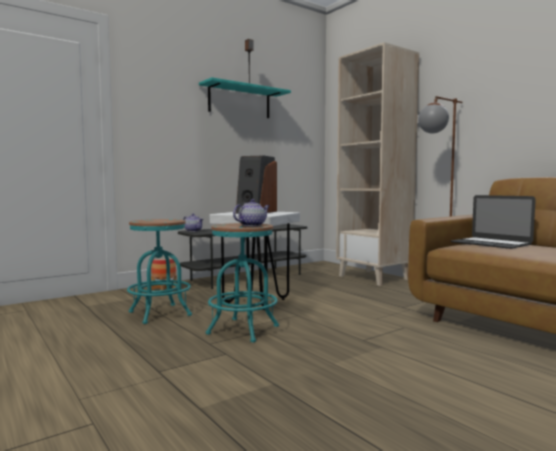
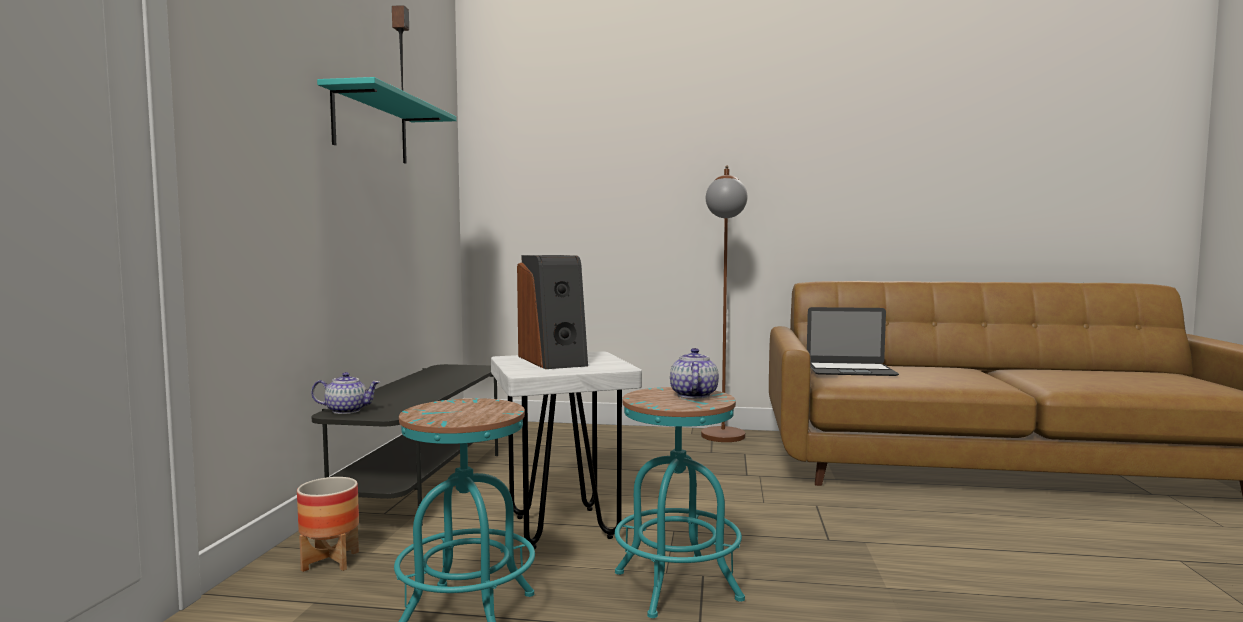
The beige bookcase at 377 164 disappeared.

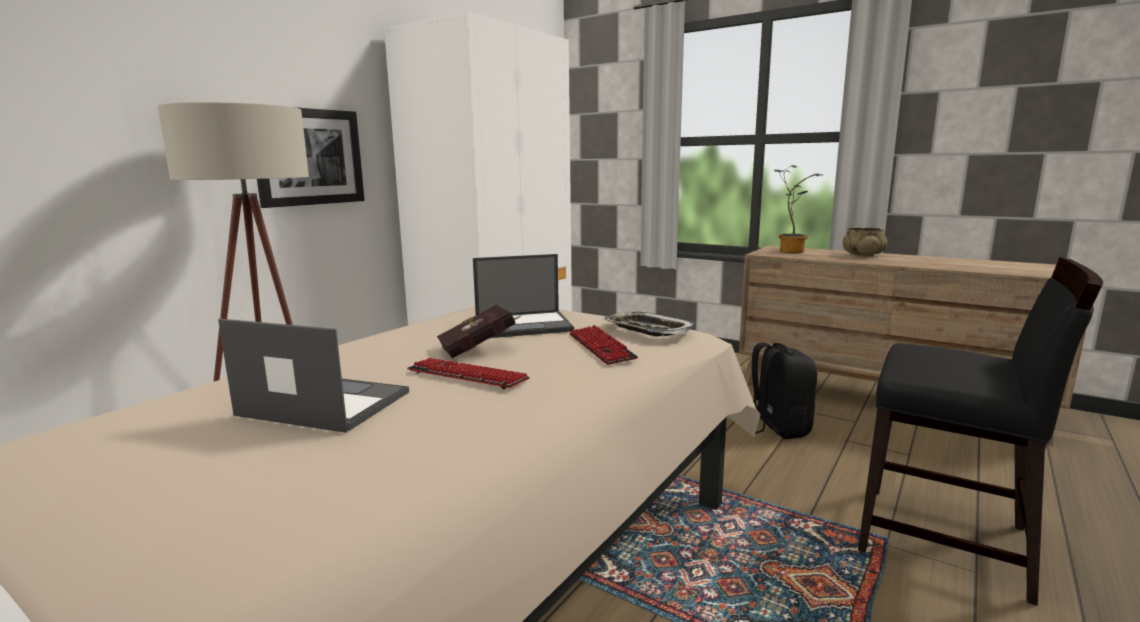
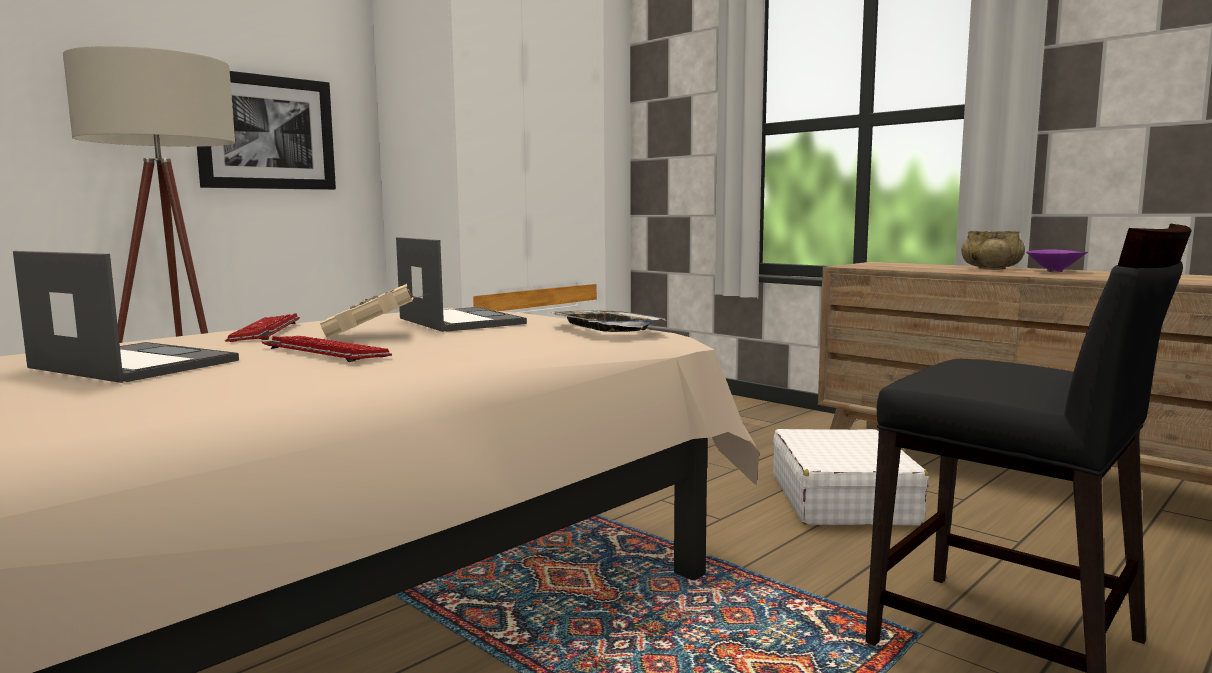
The red volume at 479 331 became the beige volume at 373 311. The laptop at 523 296 turned 120 degrees counterclockwise. The computer keyboard moved from 603 345 to 262 327. The black rucksack at 784 391 was replaced by the white-coloured piece of luggage at 851 477. The houseplant at 798 209 disappeared. The purplish deep dish at 1057 260 appeared.

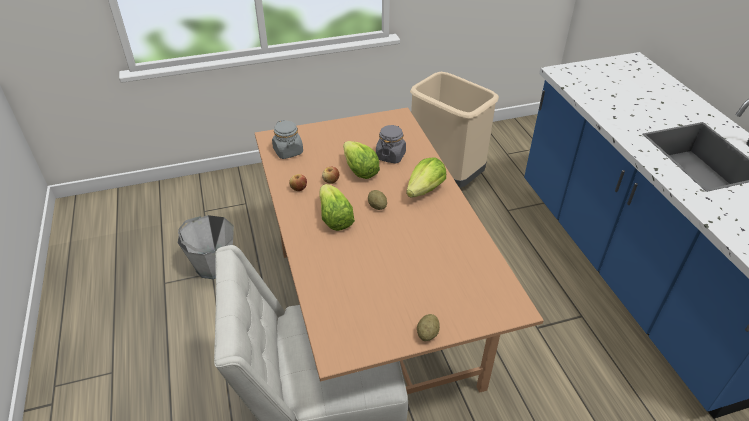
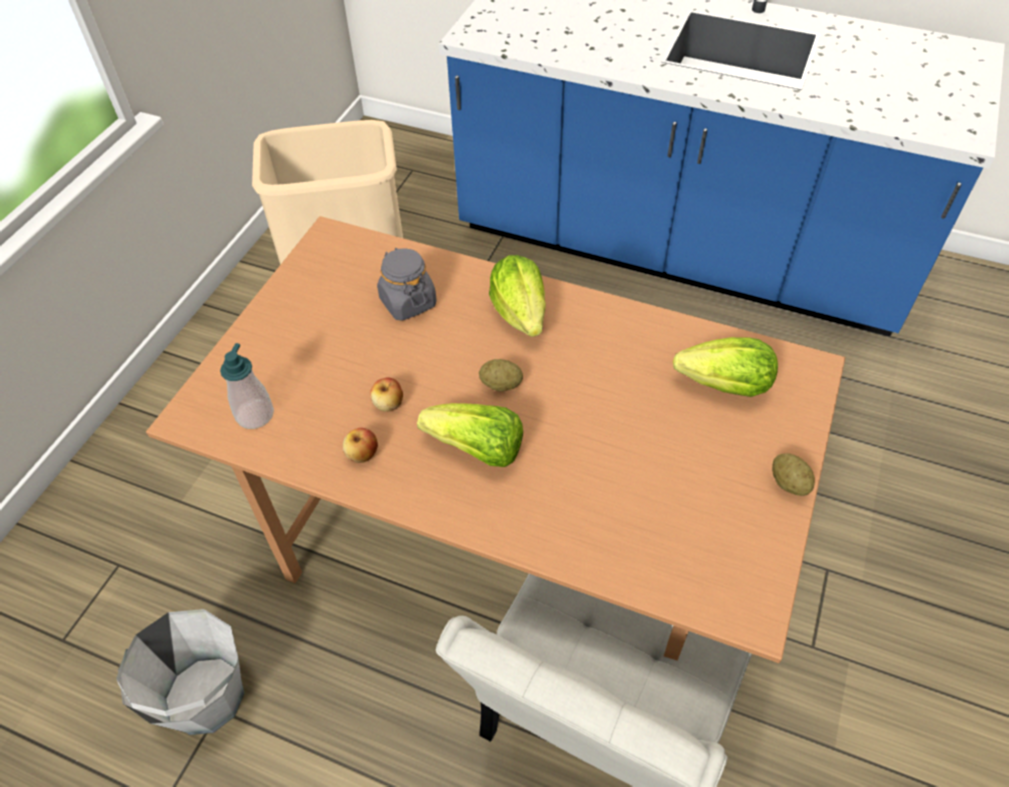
The grey jar at 287 139 was replaced by the liquid soap bottle at 247 386. The head of lettuce moved from 361 160 to 725 367.

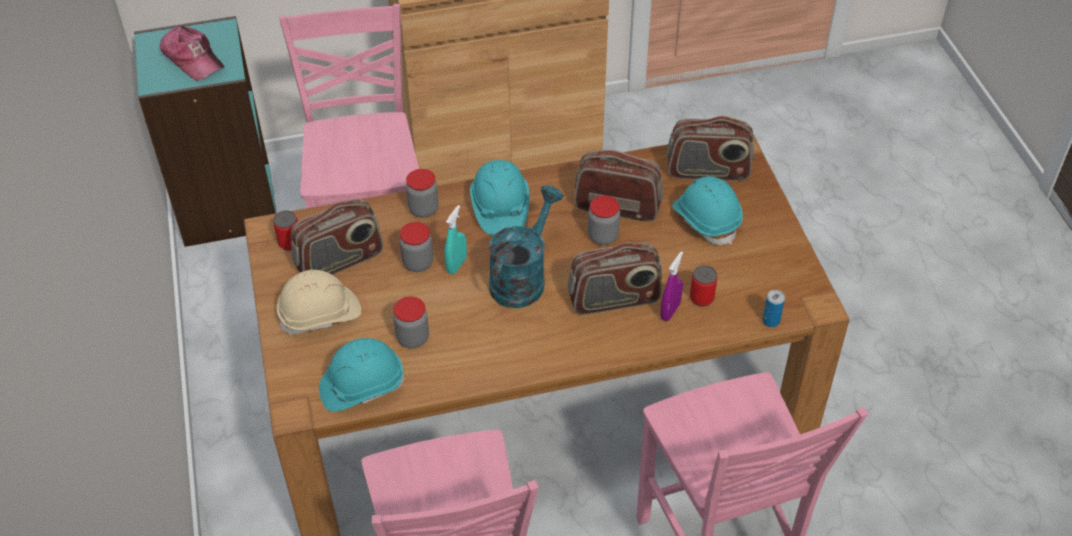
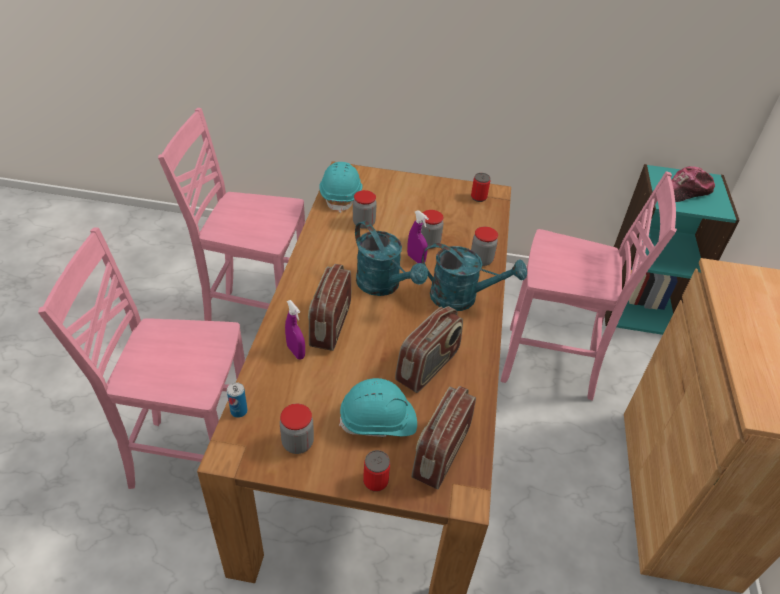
The beige work helmet at 319 302 disappeared. The radio at 337 237 disappeared. The turquoise spray bottle at 455 239 became the purplish spray bottle at 418 236. The turquoise work helmet at 499 198 was replaced by the turquoise watering can at 474 277. The jar moved from 604 220 to 297 429. The sealed can moved from 703 286 to 376 471.

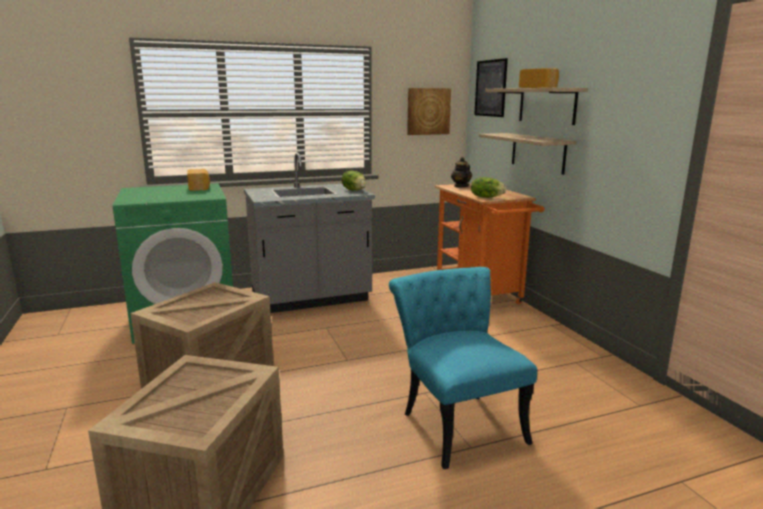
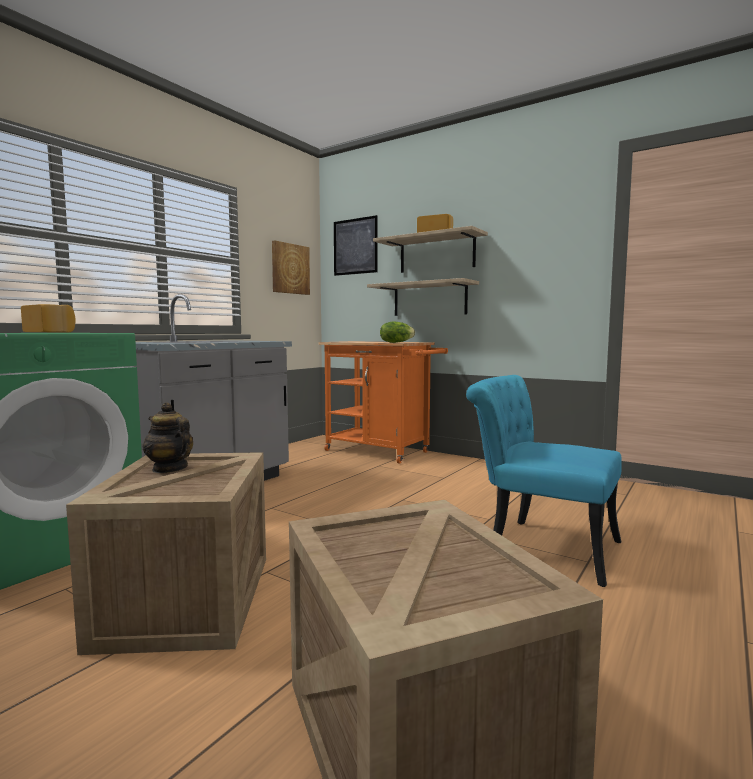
The head of lettuce at 354 180 disappeared. The teapot moved from 461 172 to 167 437.

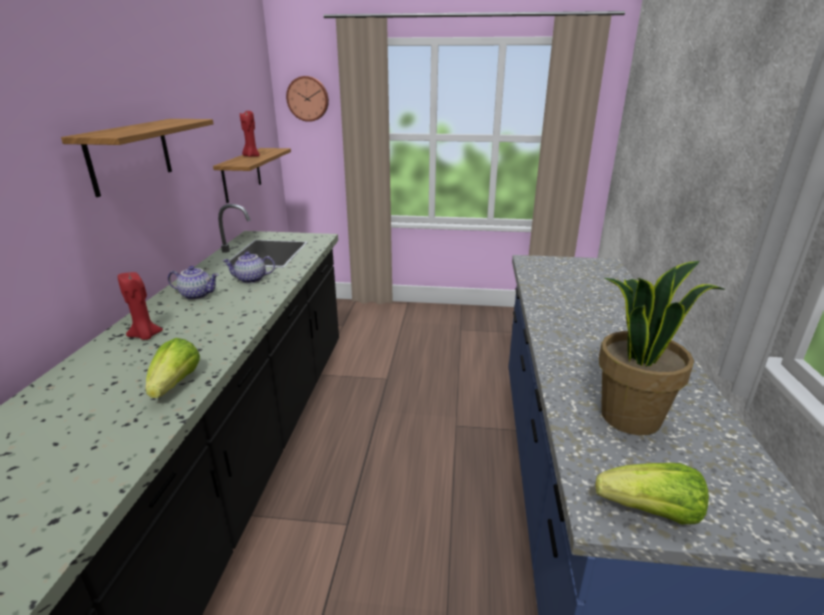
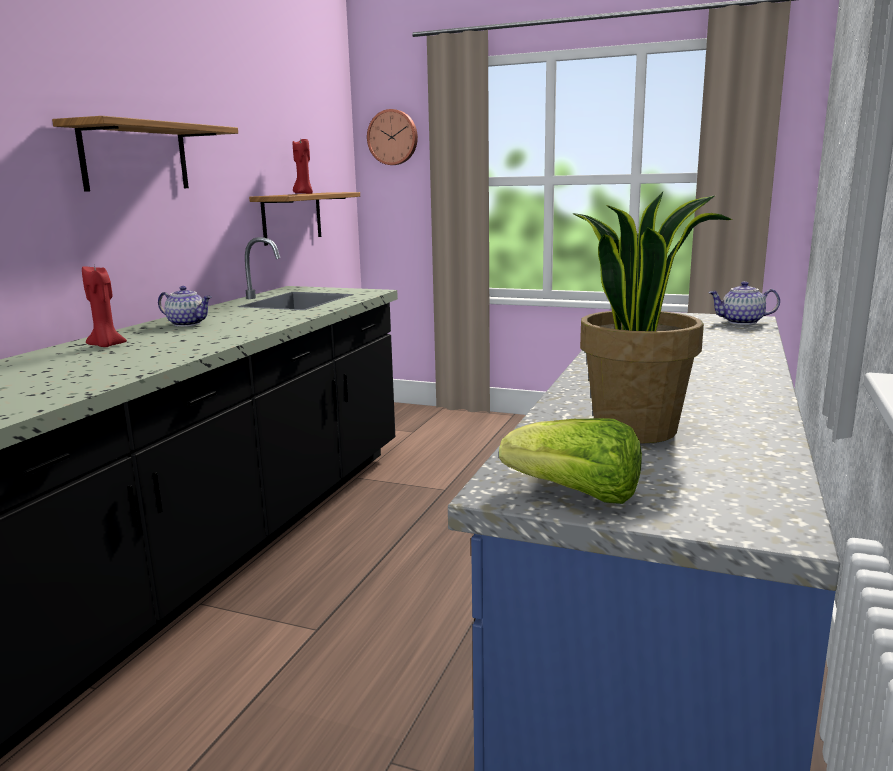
The head of lettuce at 172 368 disappeared. The teapot moved from 248 268 to 744 303.

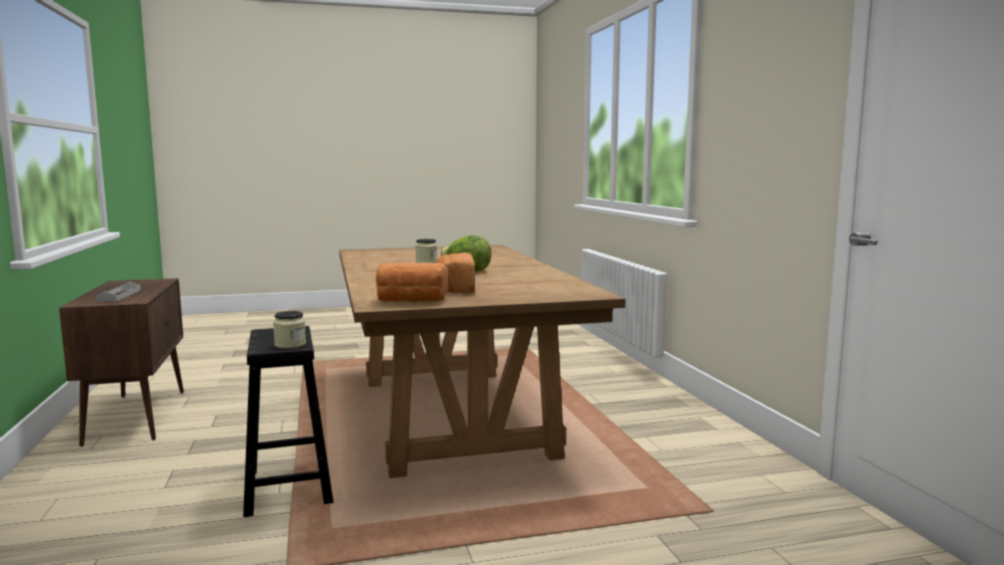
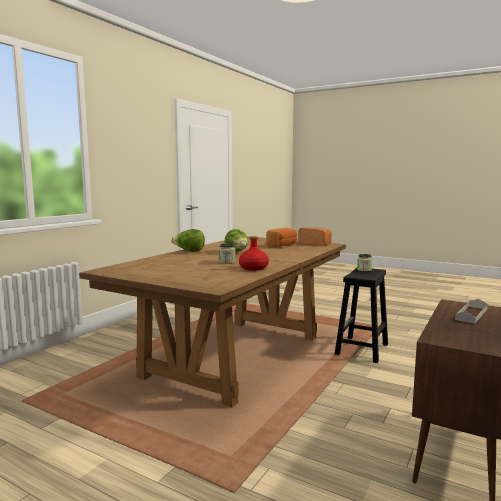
The head of lettuce at 188 240 appeared. The red drink bottle at 254 253 appeared.

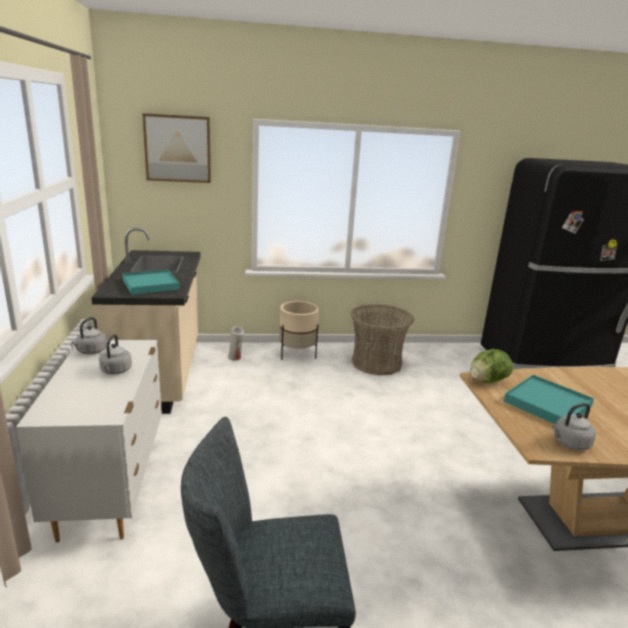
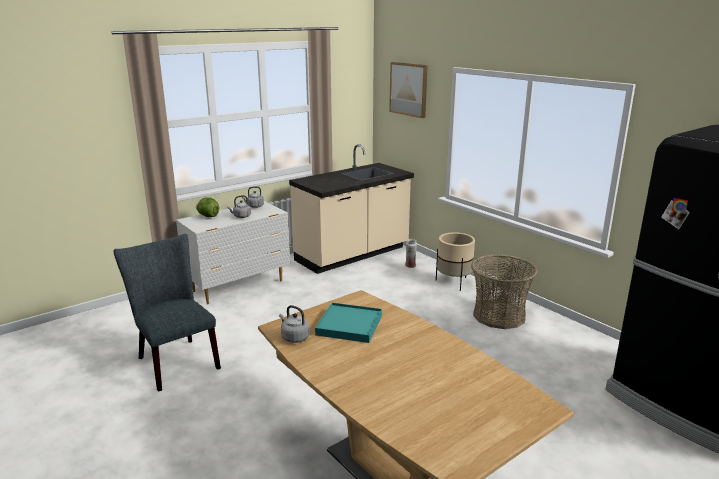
The turquoise carrying tray at 151 282 disappeared. The head of lettuce moved from 491 366 to 207 207.

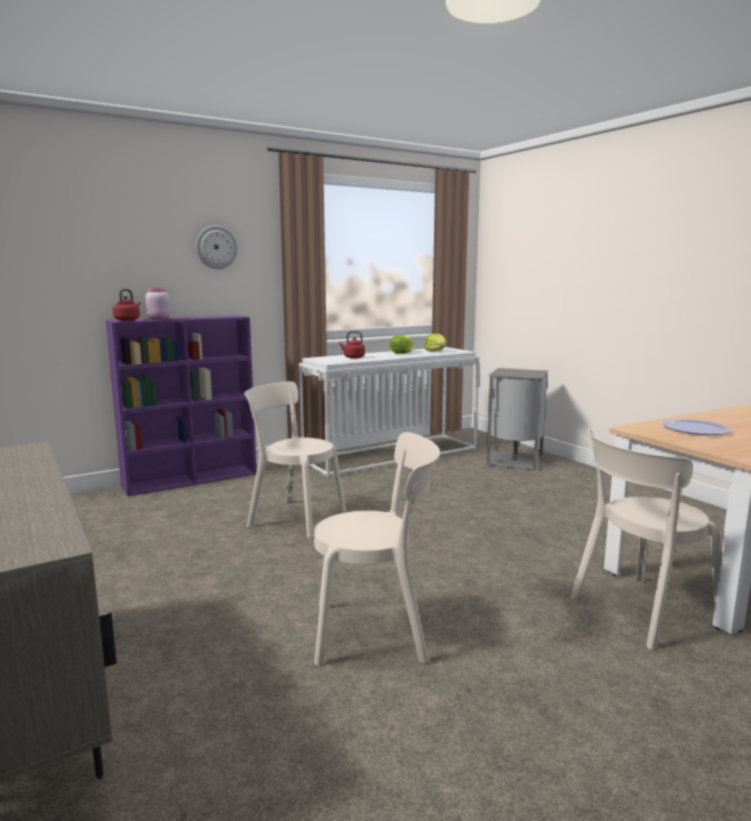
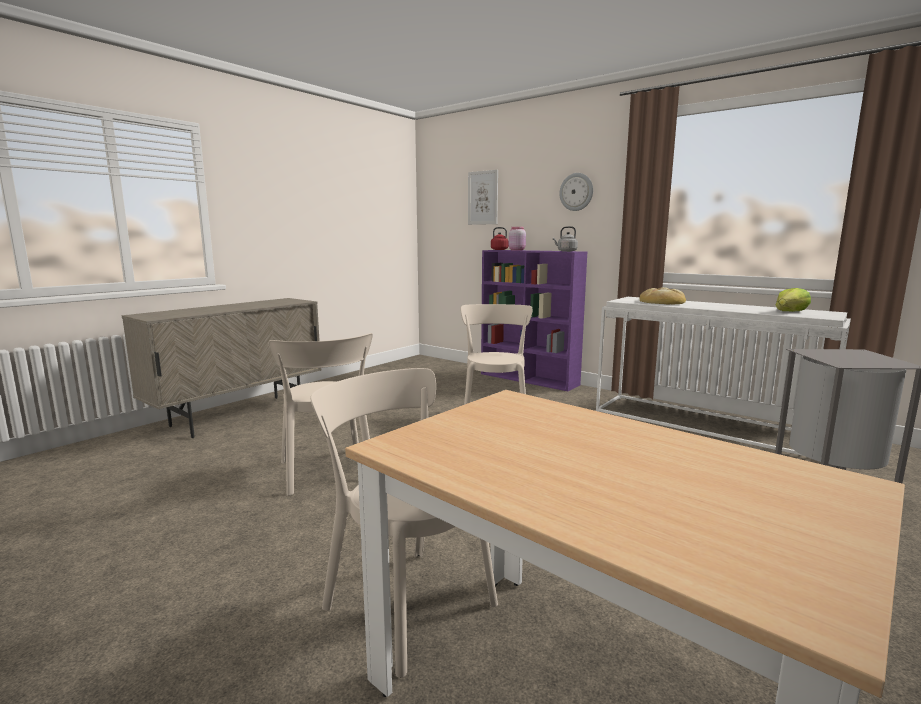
The red tea kettle at 352 345 was replaced by the baked bread at 663 295. The head of lettuce at 402 344 disappeared. The plate at 697 427 disappeared. The wall picture at 483 197 appeared. The grey tea kettle at 565 239 appeared.

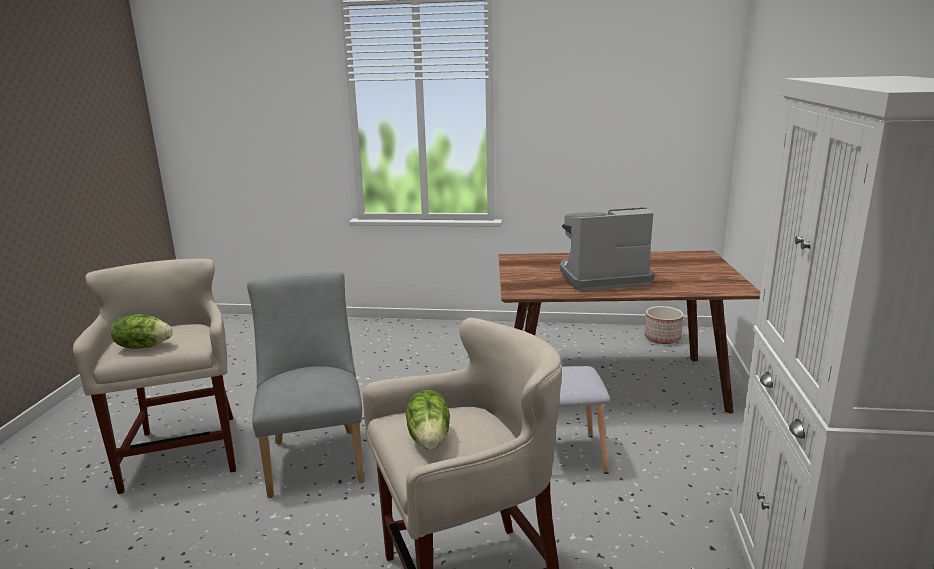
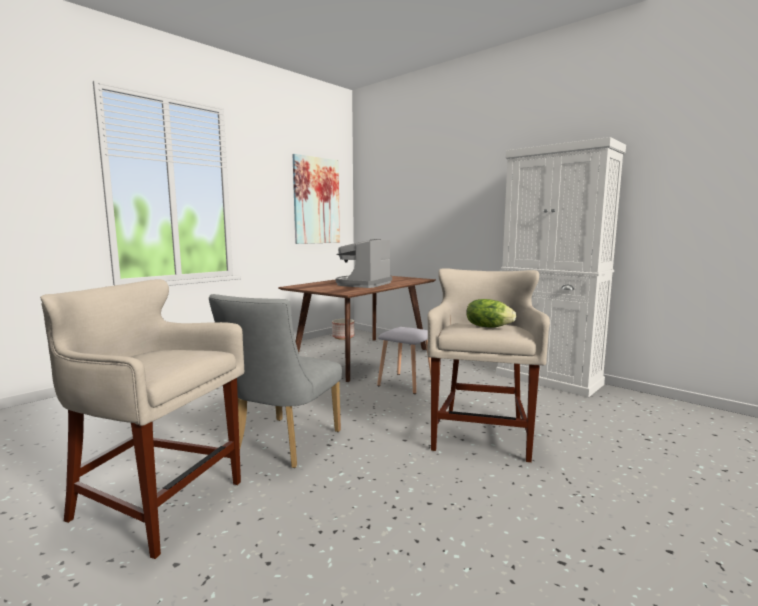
The head of lettuce at 142 331 disappeared. The grey upright chair at 306 384 turned 90 degrees counterclockwise. The wall picture at 316 199 appeared.

